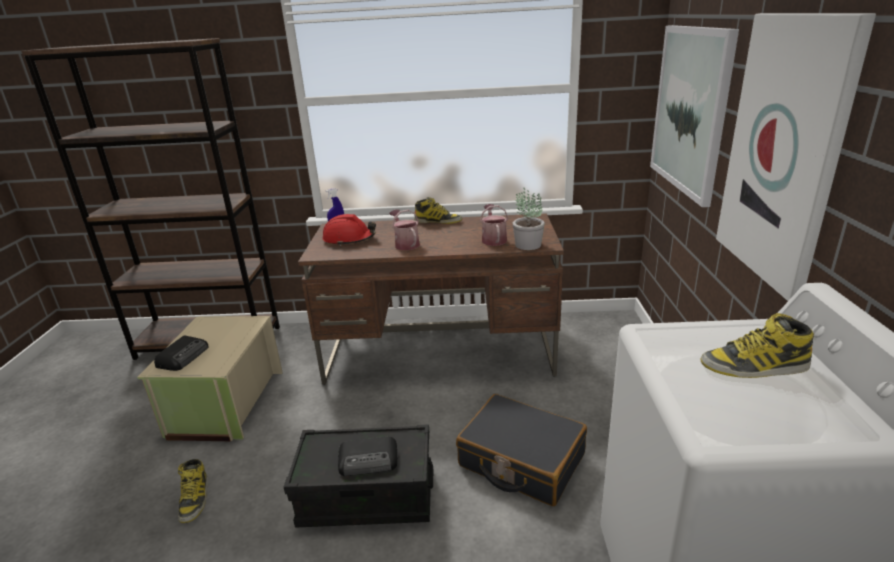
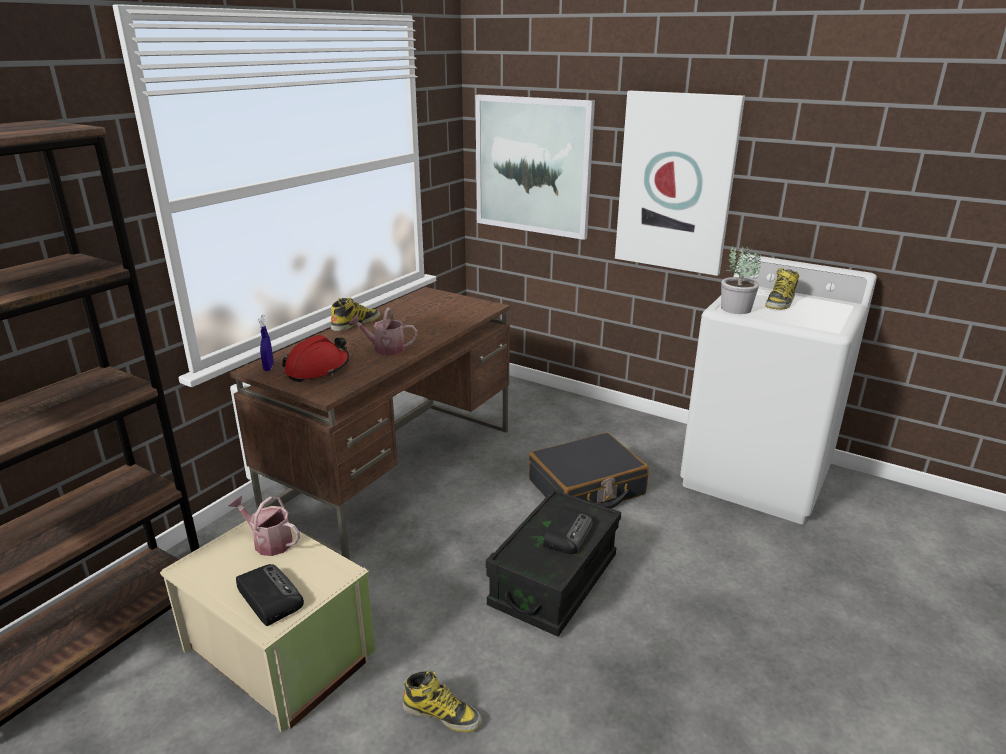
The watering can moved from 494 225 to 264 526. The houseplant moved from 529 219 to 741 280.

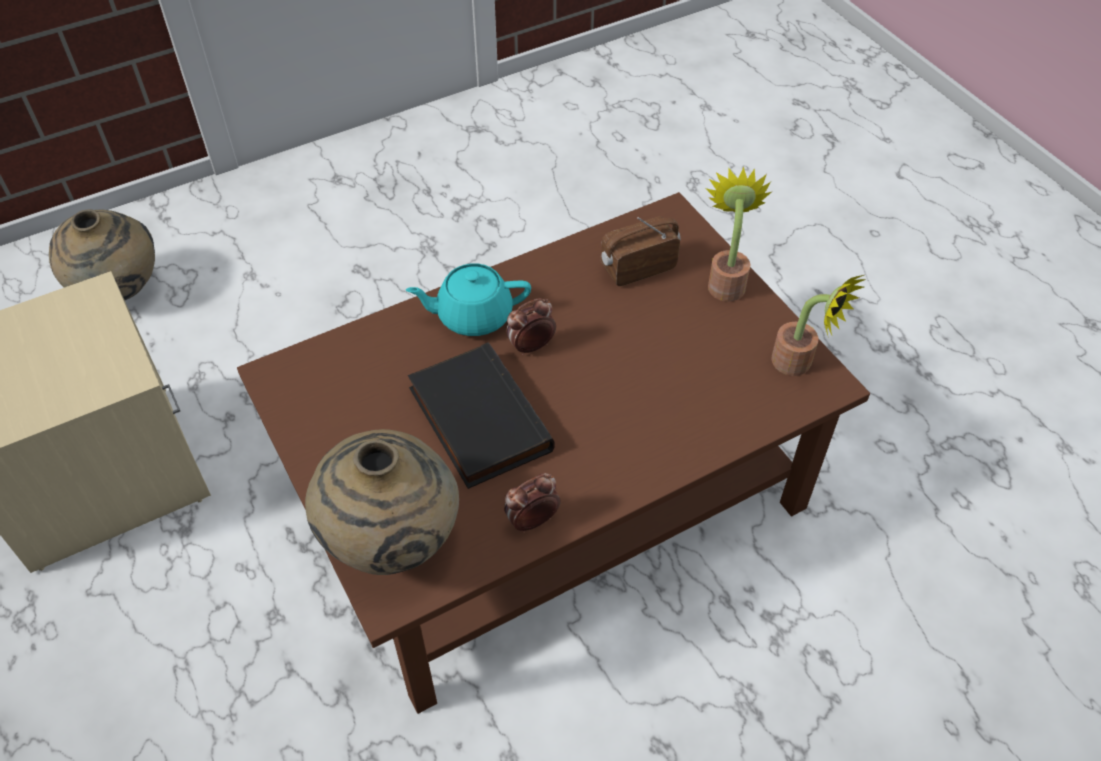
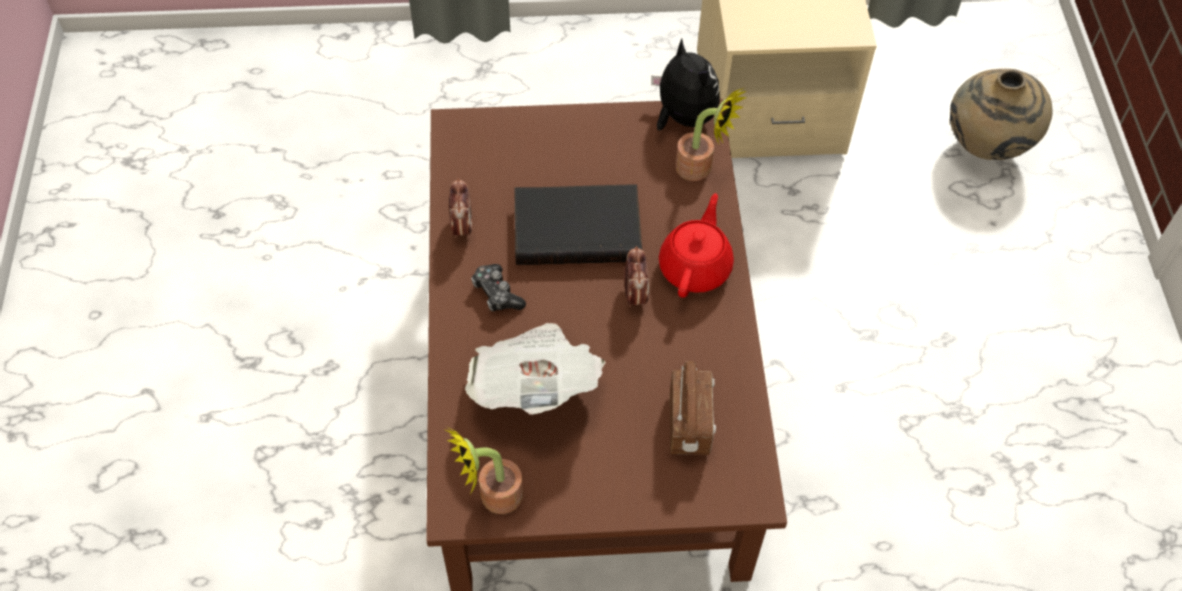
The beige flower vase at 382 502 disappeared. The turquoise teapot at 468 300 became the red teapot at 696 245. The houseplant moved from 738 234 to 711 134. The newspaper at 535 369 appeared. The game controller at 498 287 appeared. The cuddly toy at 685 85 appeared.

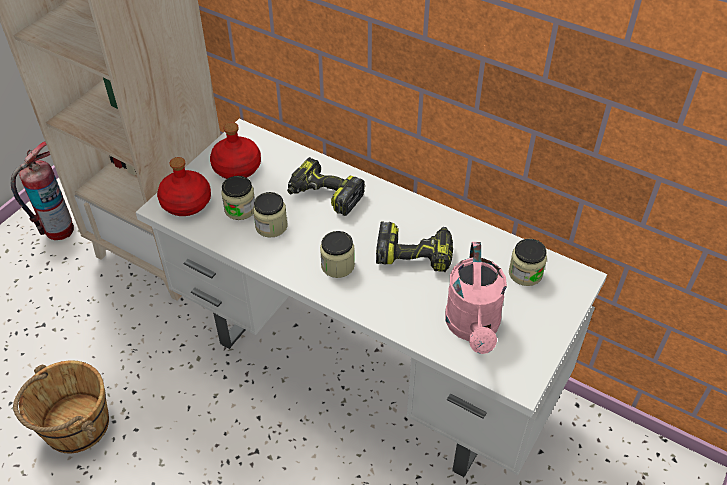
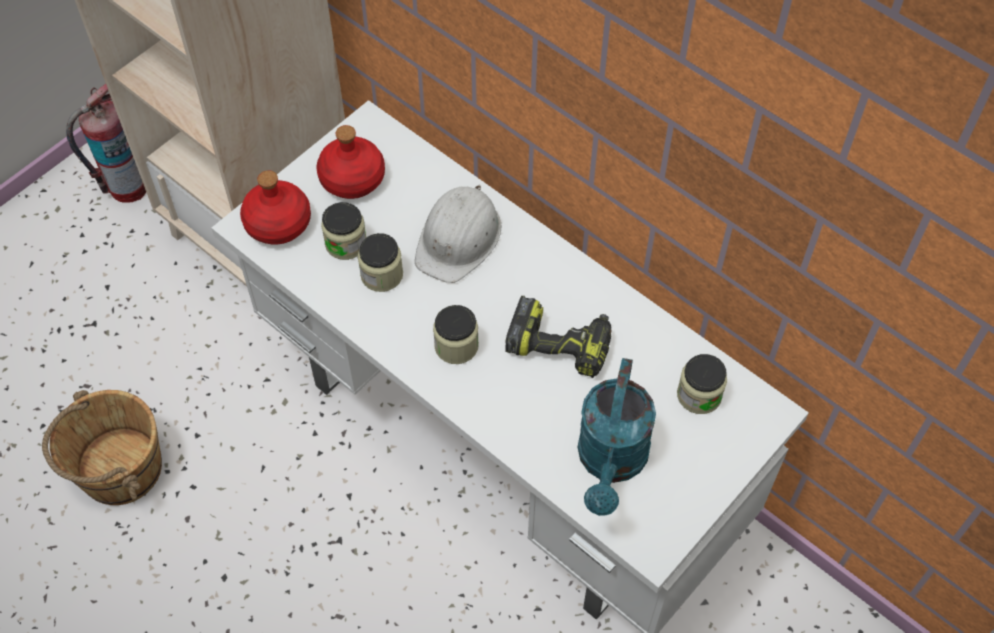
The drill at 326 186 was replaced by the white-coloured work helmet at 458 234. The pink watering can at 476 298 became the turquoise watering can at 616 437.

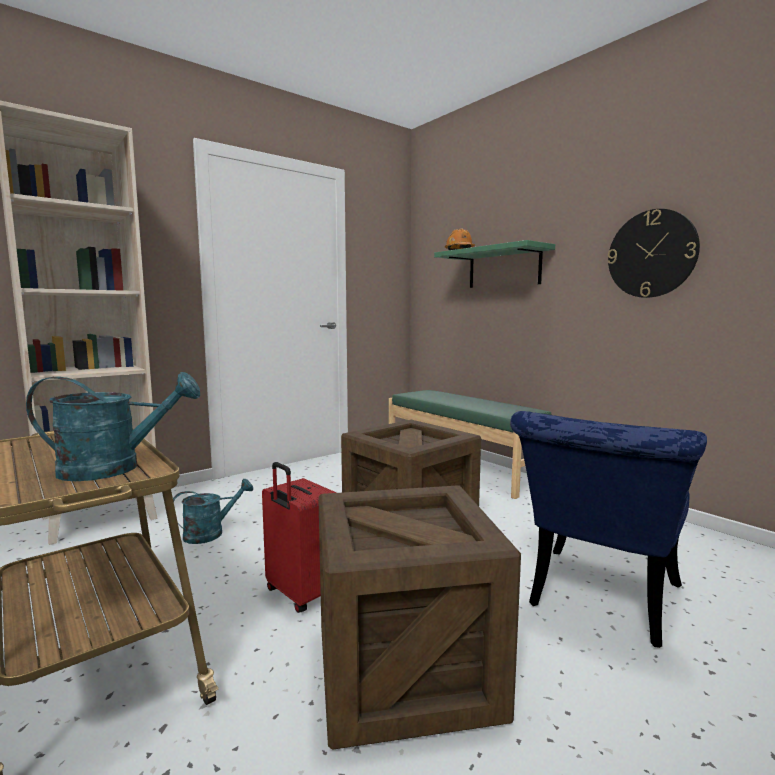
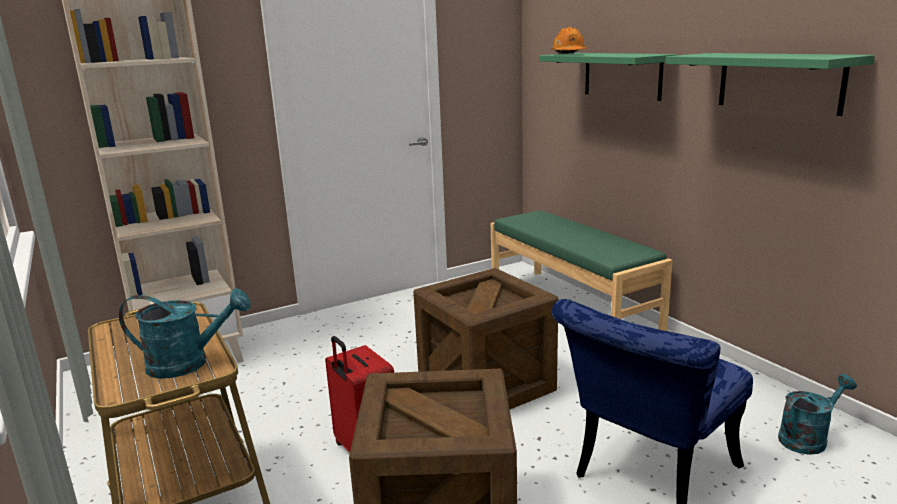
The turquoise watering can moved from 213 511 to 817 414. The wall clock at 654 253 was replaced by the green-coloured wall shelf at 770 84.

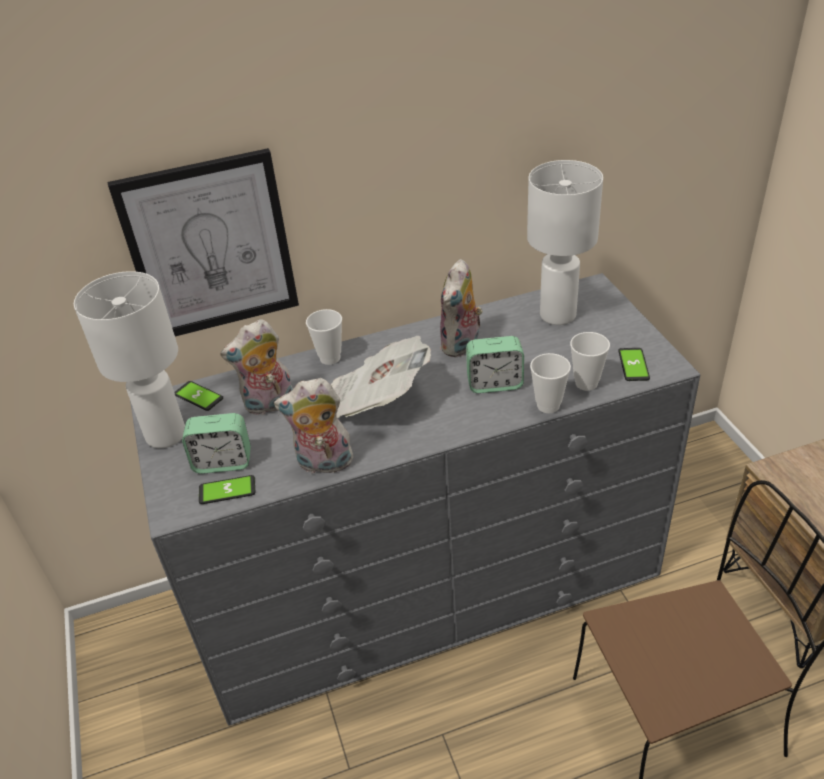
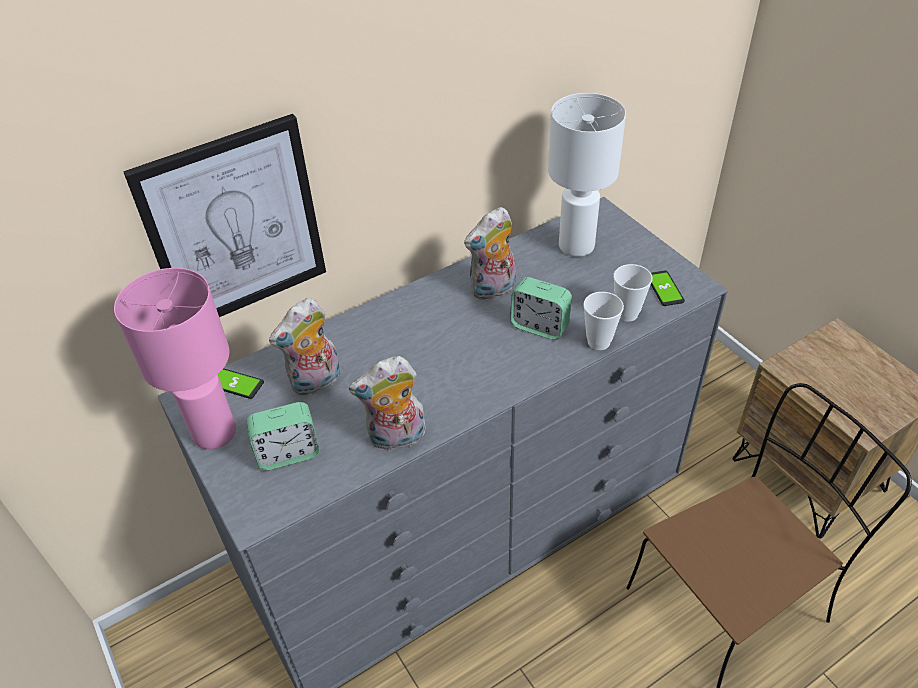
The white-coloured table lamp at 129 359 became the pink table lamp at 175 358. The phone at 227 489 disappeared. The drinking cup at 324 337 disappeared. The newspaper at 381 377 disappeared. The cuddly toy at 461 308 turned 45 degrees clockwise. The bedside clock at 495 364 turned 45 degrees clockwise.

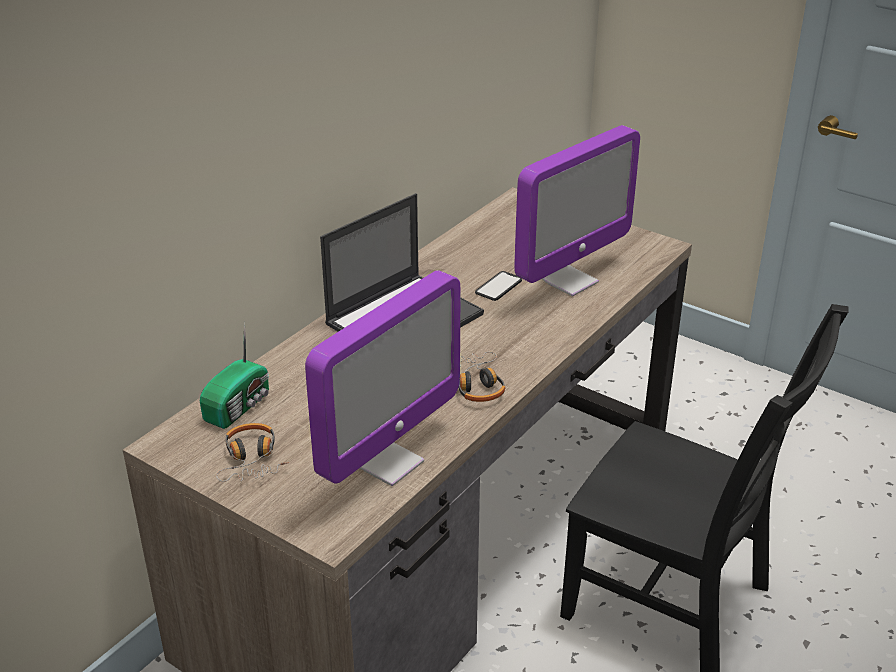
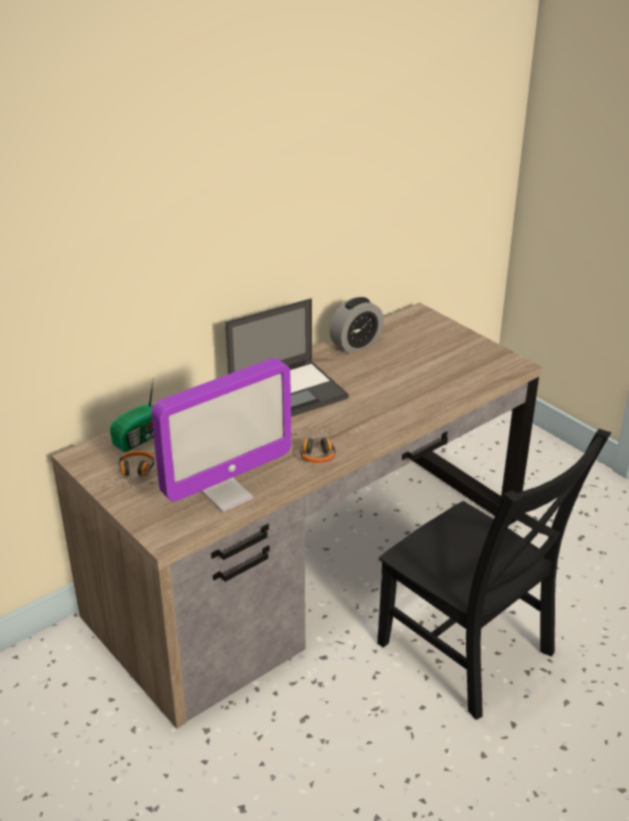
The phone at 498 286 disappeared. The monitor at 577 210 disappeared. The bedside clock at 356 325 appeared.

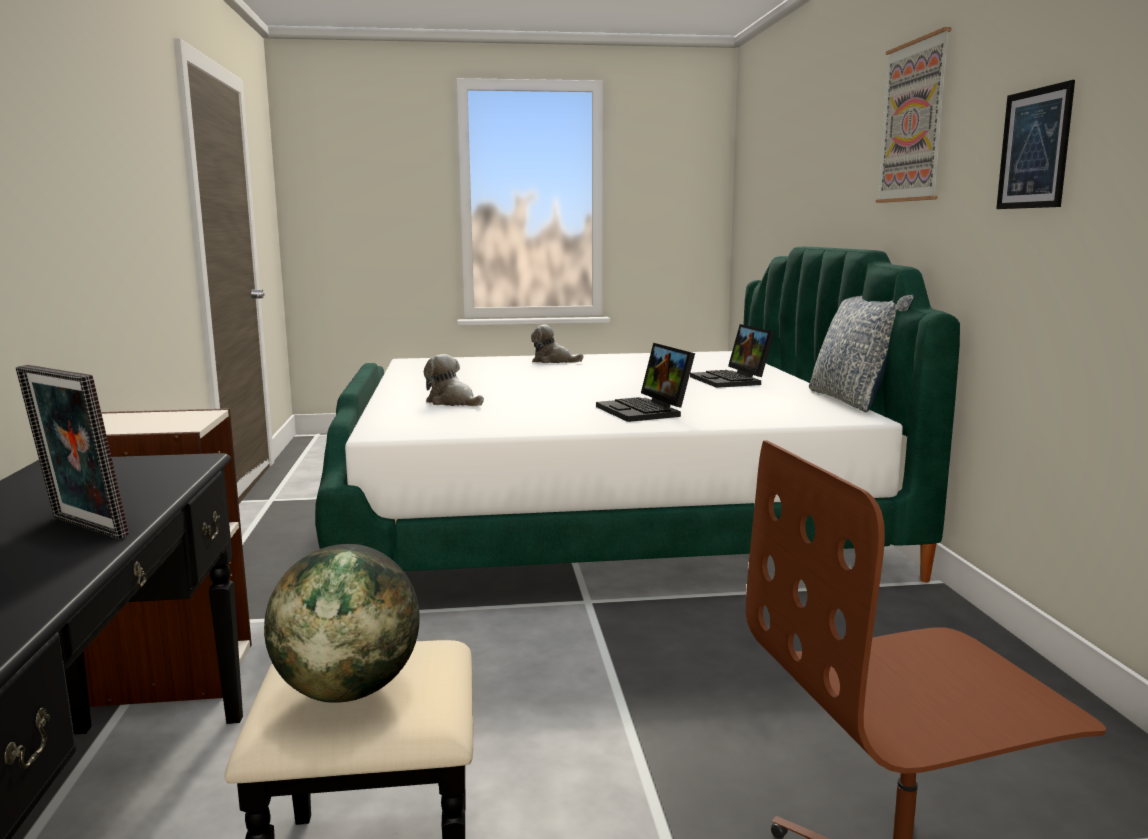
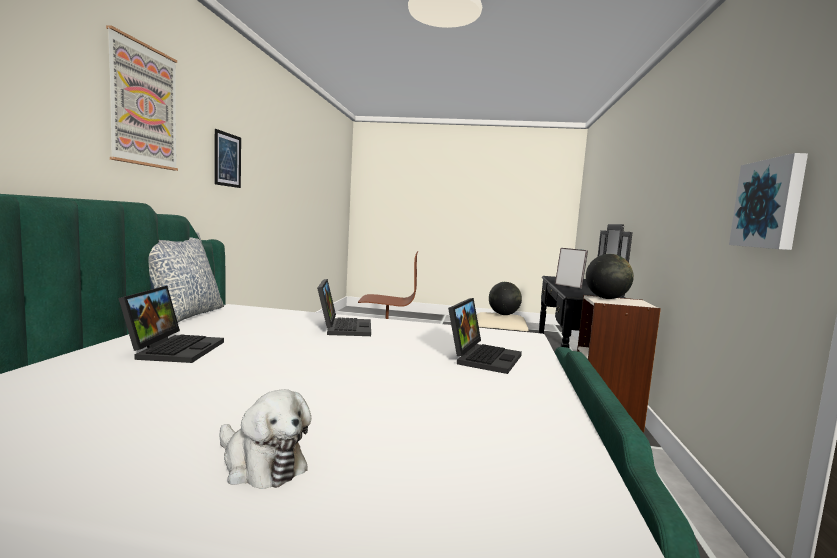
The cuddly toy at 454 380 was replaced by the laptop at 485 336. The globe at 610 276 appeared. The wall picture at 768 201 appeared.

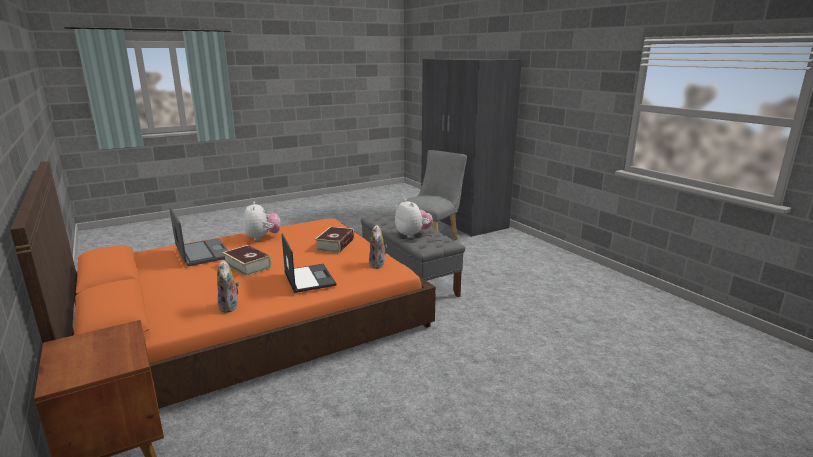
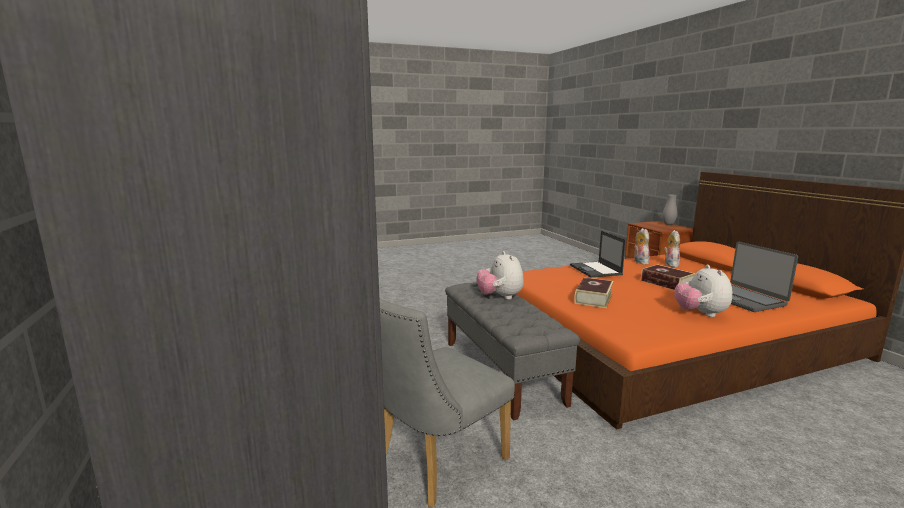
The cuddly toy moved from 378 246 to 672 248. The grey flower vase at 669 210 appeared.

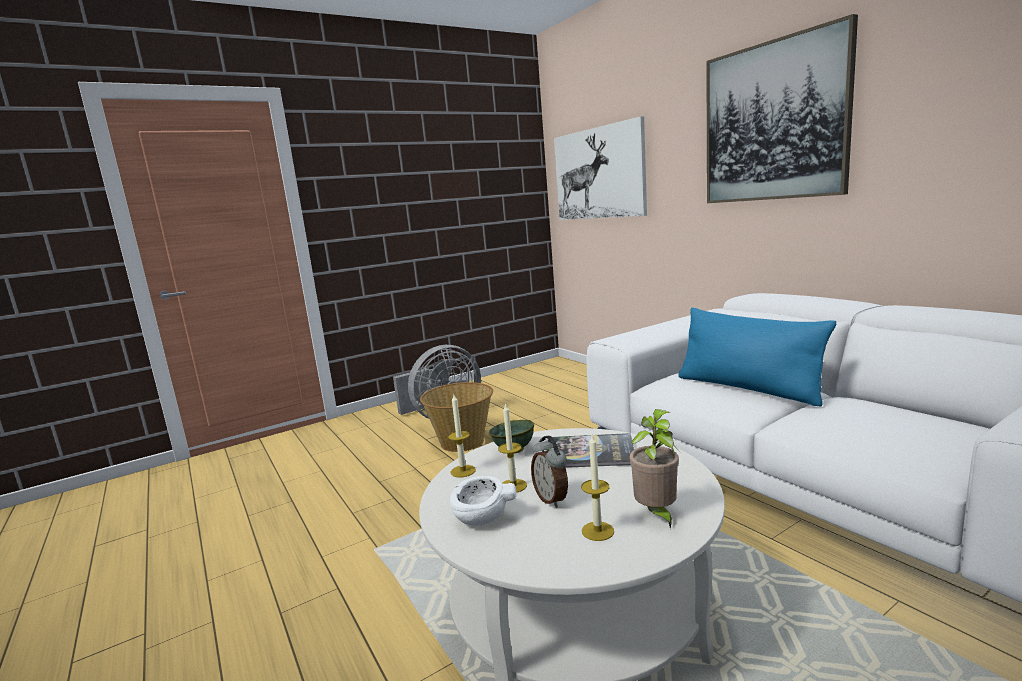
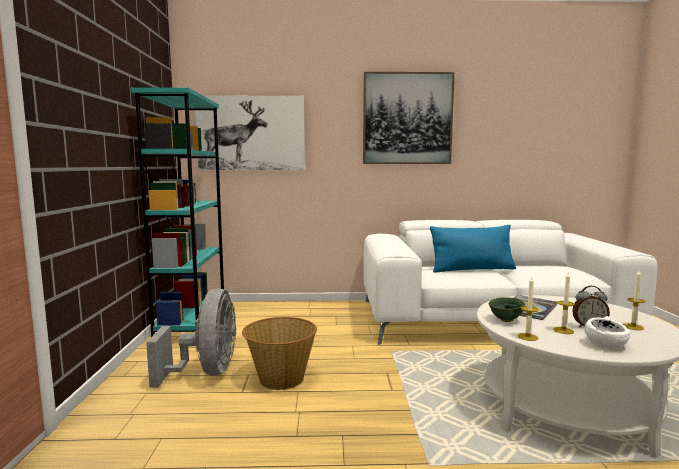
The houseplant at 654 469 disappeared. The turquoise bookcase at 177 212 appeared.

